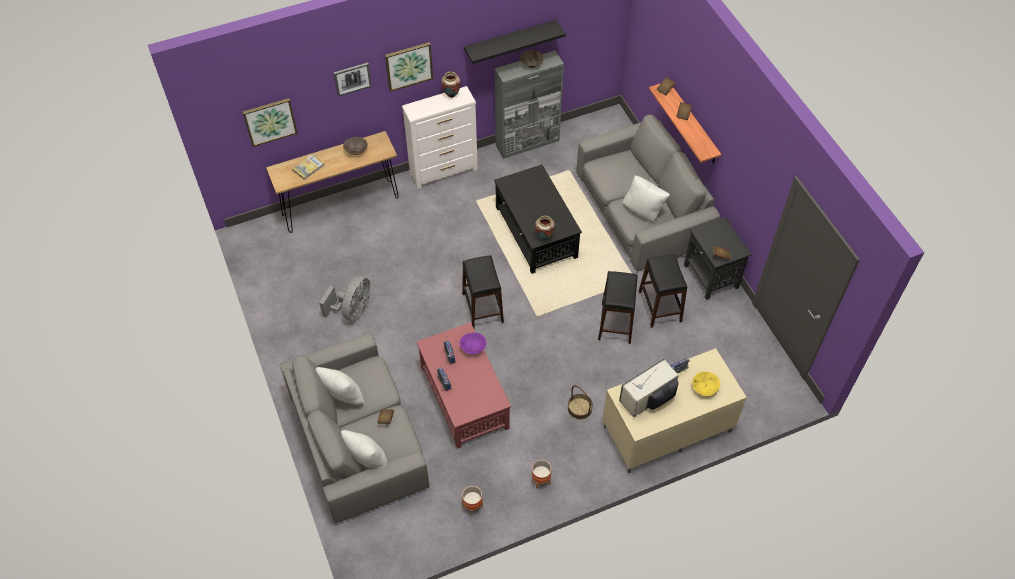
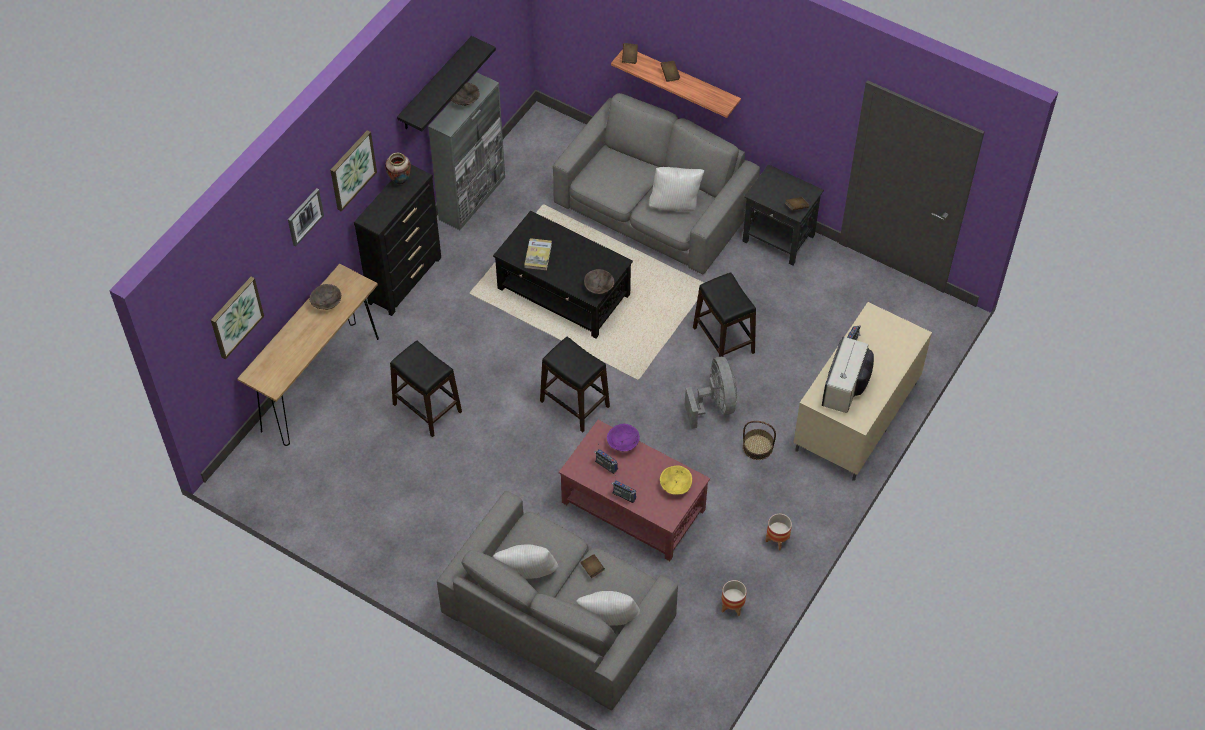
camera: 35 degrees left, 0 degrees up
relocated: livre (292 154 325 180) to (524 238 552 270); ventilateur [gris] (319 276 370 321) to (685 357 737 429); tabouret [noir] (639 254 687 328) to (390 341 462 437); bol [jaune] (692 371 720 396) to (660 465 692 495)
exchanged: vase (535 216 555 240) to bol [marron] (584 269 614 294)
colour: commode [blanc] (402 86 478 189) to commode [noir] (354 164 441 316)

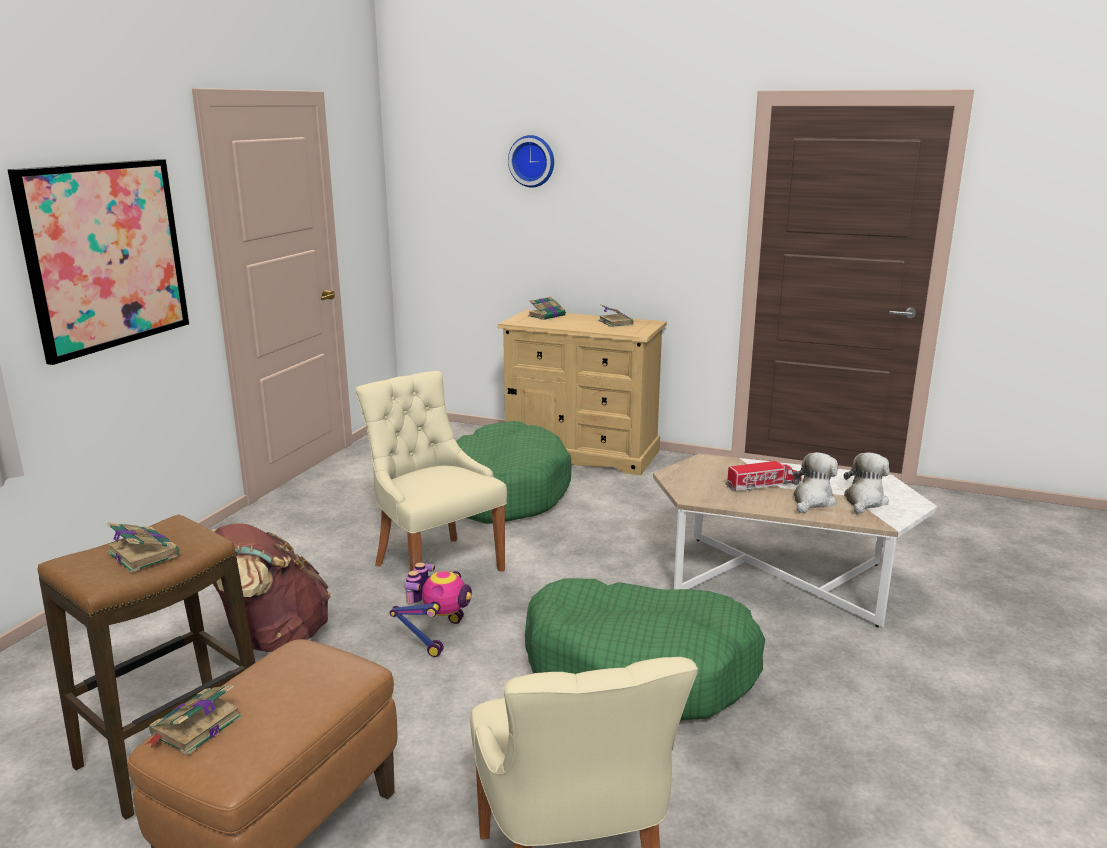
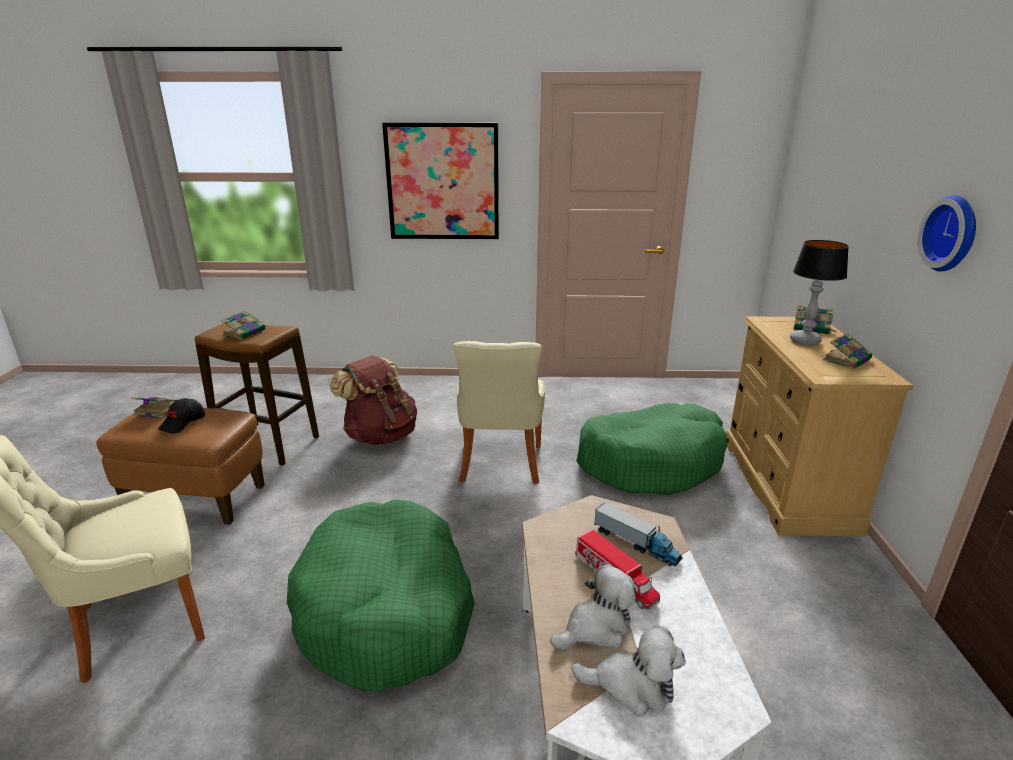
camera: 70 degrees right, 5 degrees up
missing: robot jouet (390 562 472 657)
appeared: casquette [noir] (158 398 205 433); camion jouet (594 502 683 566); lampe de table (790 240 849 345)
relocated: horloge murale (508 135 554 187) to (918 195 976 272)
spun: chaise [beige] (355 371 507 572) = (453 341 545 484) 150 degrees clockwise; peluche (793 452 838 513) = (550 564 636 650) 45 degrees counterclockwise

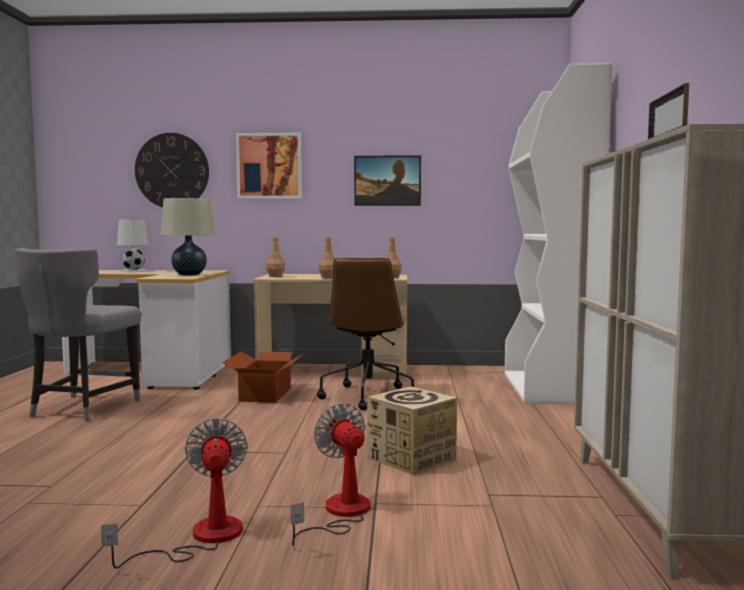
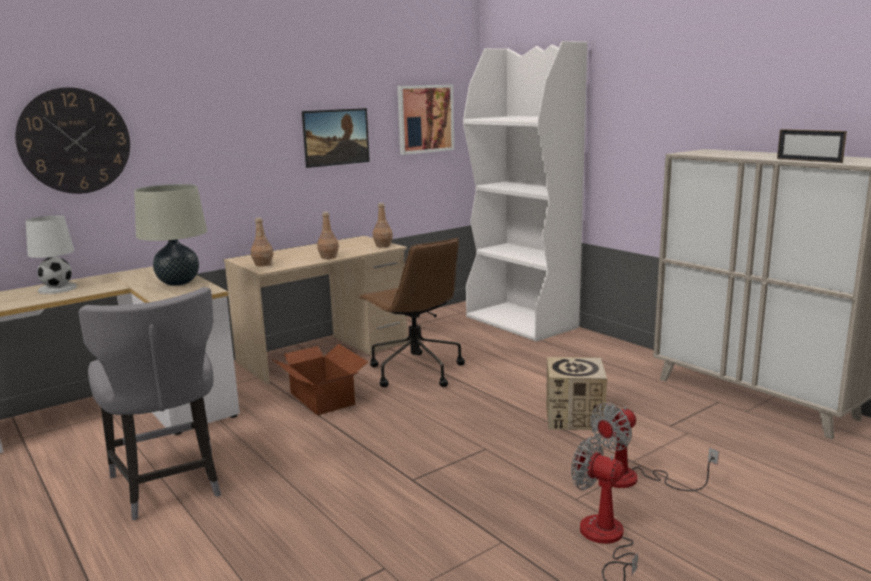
camera: 40 degrees left, 10 degrees up
relocated: tableau (236 133 302 199) to (397 84 454 155)
spun: ventilateur (291 403 371 546) = (590 403 719 491) 60 degrees counterclockwise

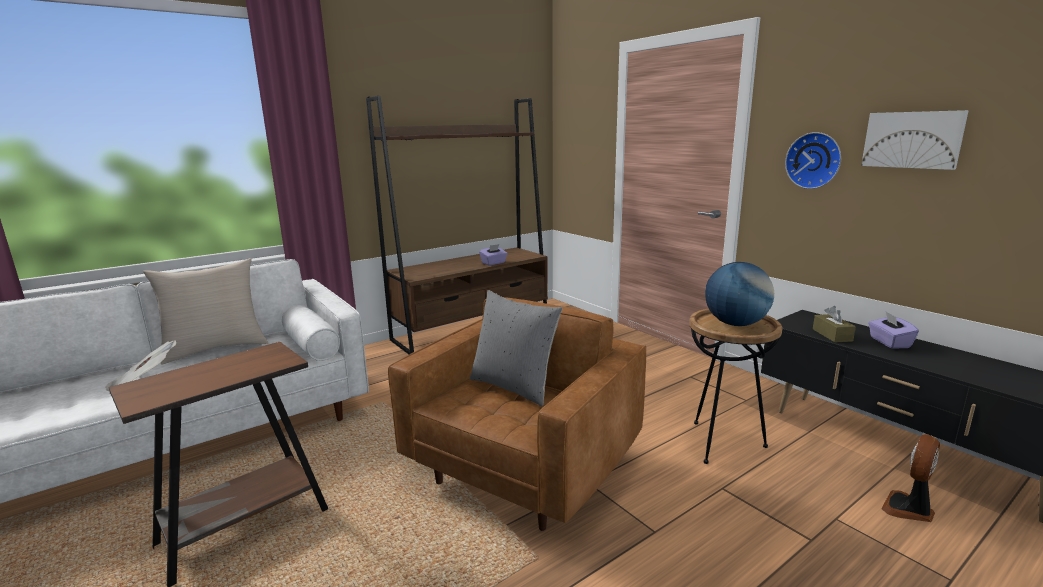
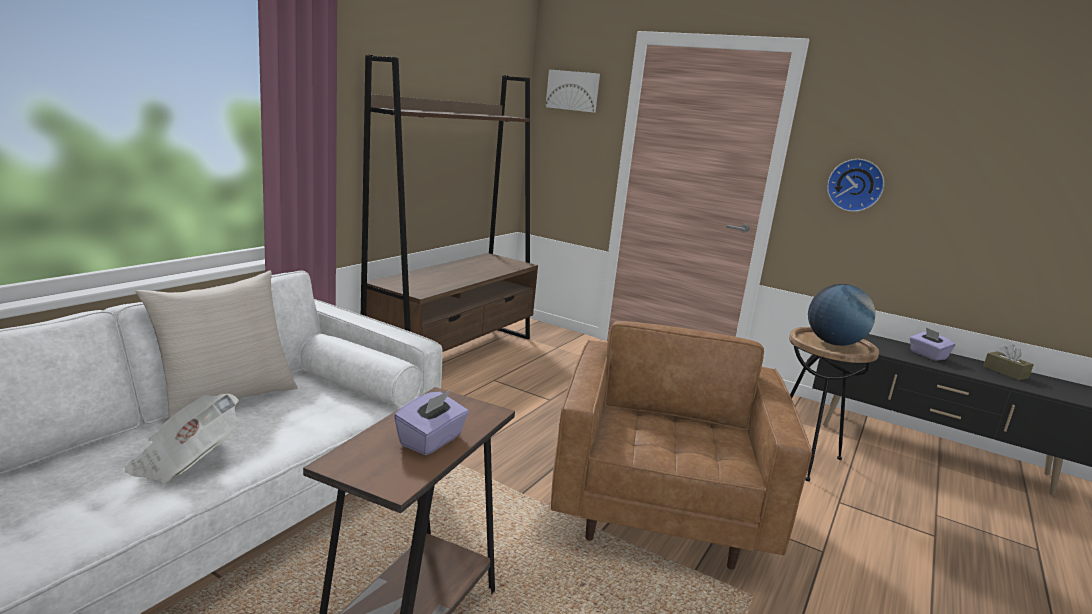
camera: 25 degrees left, 0 degrees up
missing: coussin [gris] (470 290 563 406); ventilateur (881 434 940 522)
relocated: boîte à mouchoirs [violet] (479 244 507 265) to (394 390 469 455); boîte à mouchoirs [marron] (813 306 856 342) to (983 344 1034 380); tableau (861 110 969 170) to (545 70 600 113)

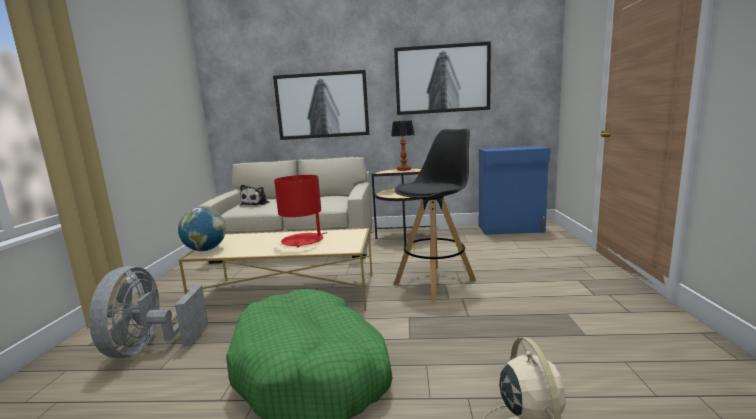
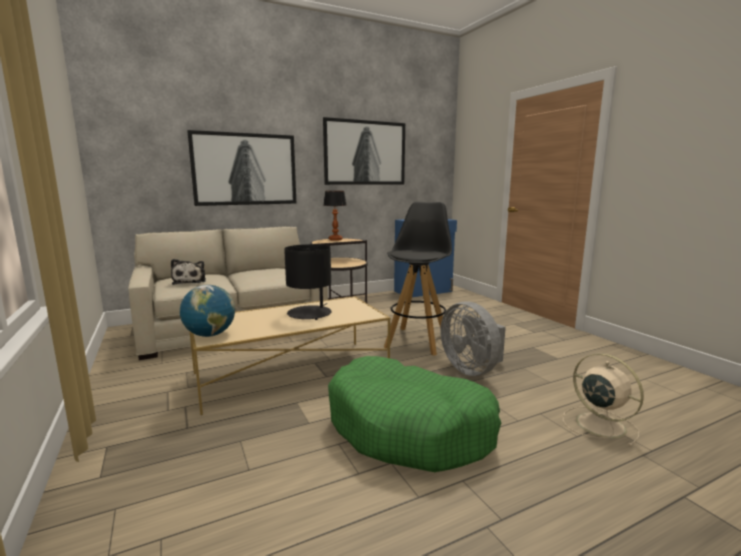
camera: 30 degrees left, 0 degrees up
relocated: ventilateur [gris] (89 266 209 358) to (440 302 506 376)
colour: lampe de table [rouge] (274 175 328 247) to lampe de table [noir] (284 244 332 320)

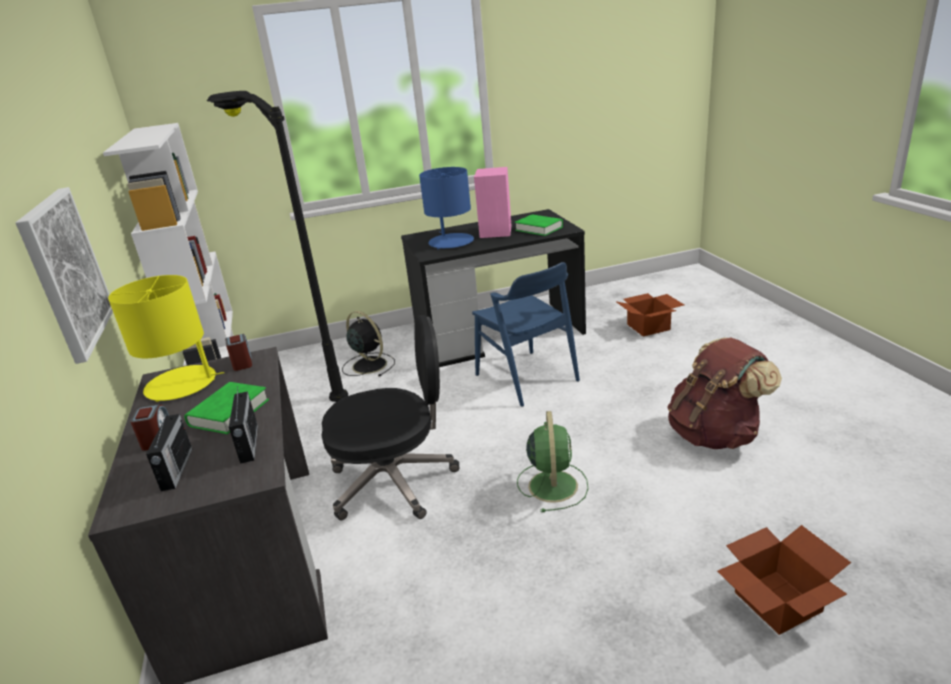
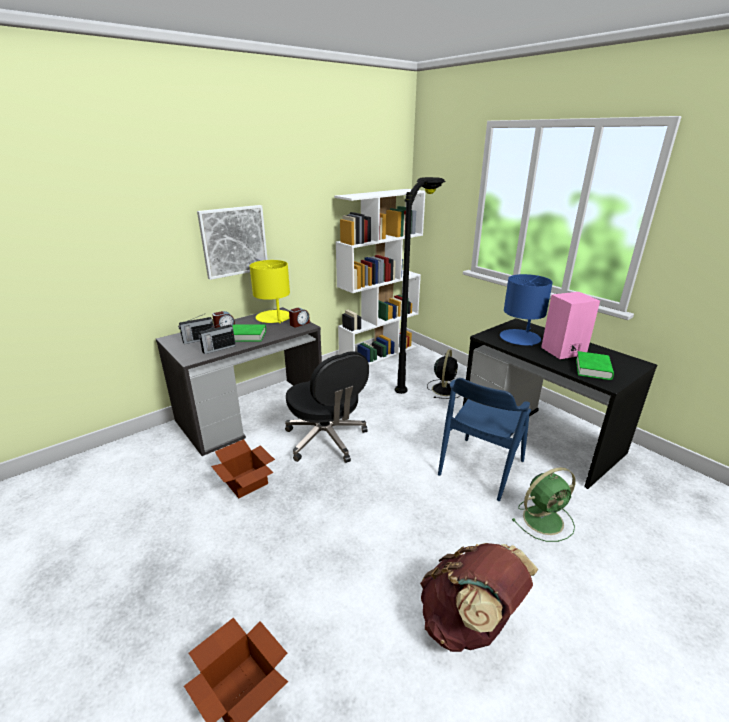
camera: 65 degrees right, 0 degrees up
relocated: ventilateur [vert] (517 411 588 512) to (512 467 576 542); carton (615 293 684 337) to (211 439 275 498)

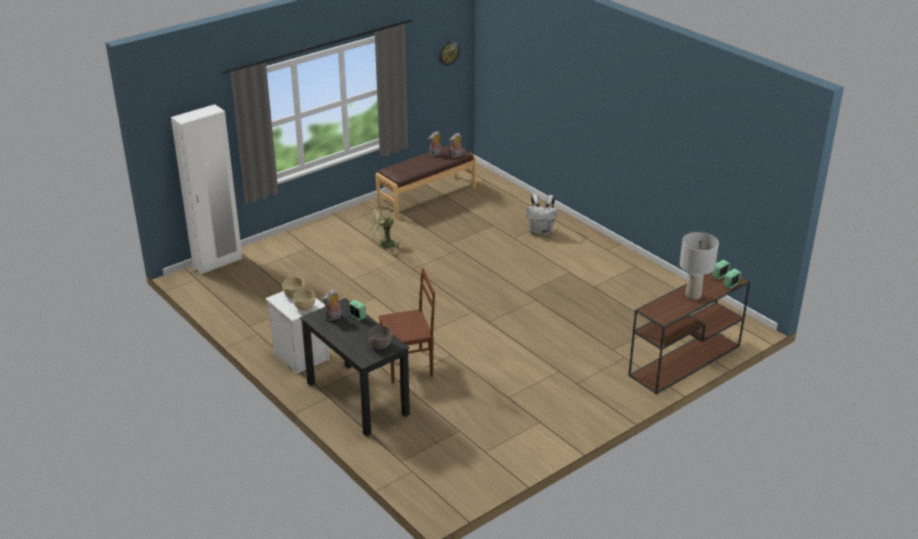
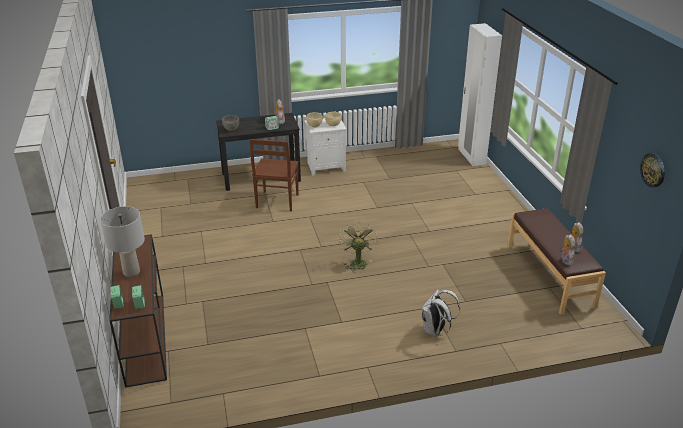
camera: 115 degrees right, 0 degrees up
relocated: ventilateur [vert] (370 205 402 251) to (339 222 378 273)

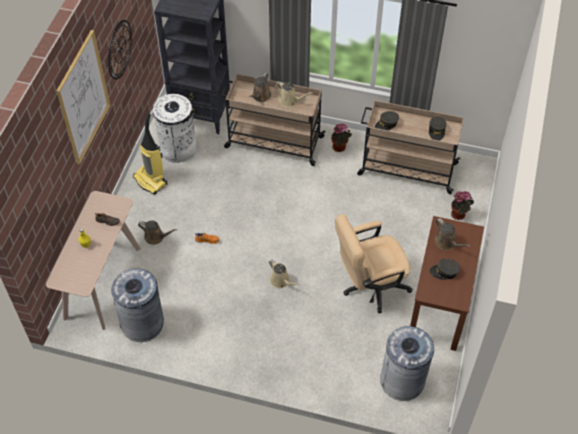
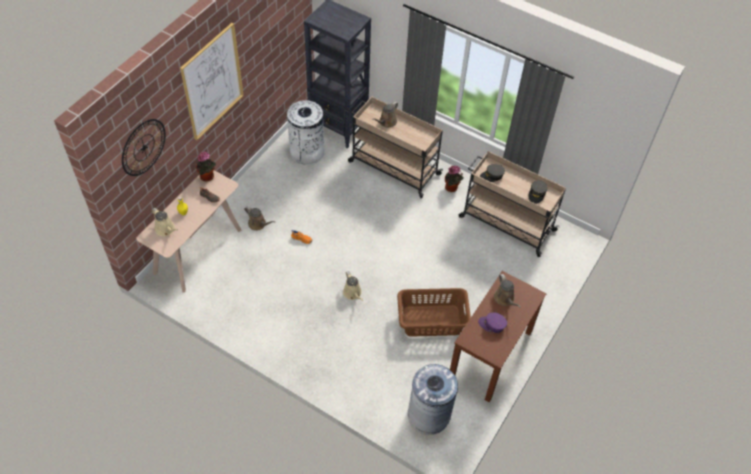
camera: 15 degrees right, 0 degrees up
missing: poubelle [gris] (111 268 164 342); aspirateur (133 113 167 195)
relocated: horloge murale (108 20 132 80) to (122 119 166 176); arrosoir [beige] (275 81 312 107) to (152 208 178 236); plante en pot (451 191 474 220) to (196 151 216 182)
exchanged: chaise de bureau [beige] (335 214 413 313) to panier à linge [marron] (397 288 471 337)
colour: casquette [gris] (429 259 460 280) to casquette [violet] (478 312 507 333)

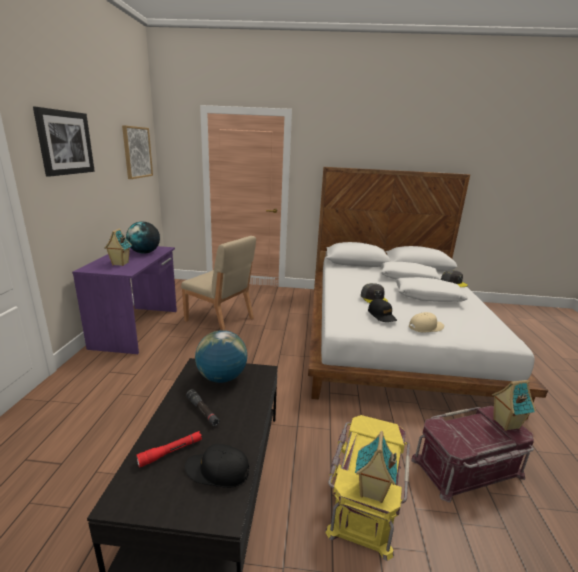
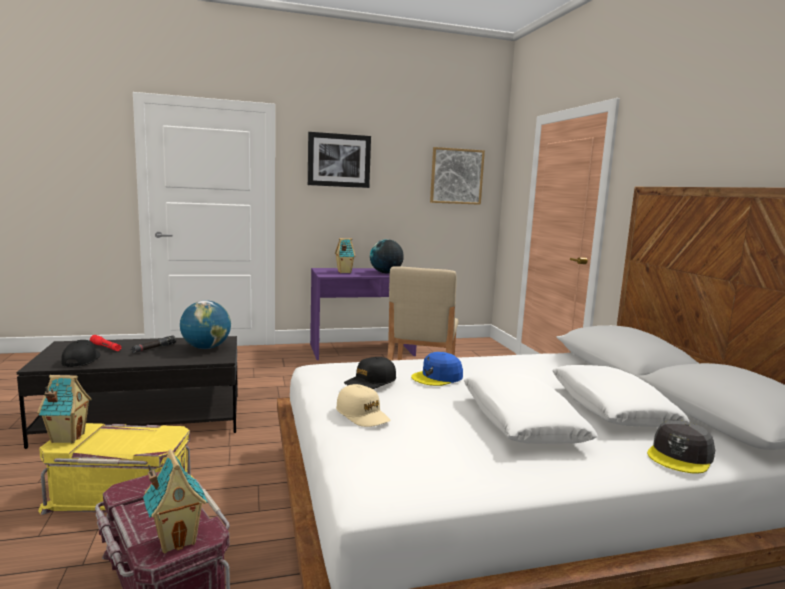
camera: 70 degrees right, 10 degrees down
colour: casquette [gris] (361 283 388 303) to casquette [bleu] (411 352 463 386)

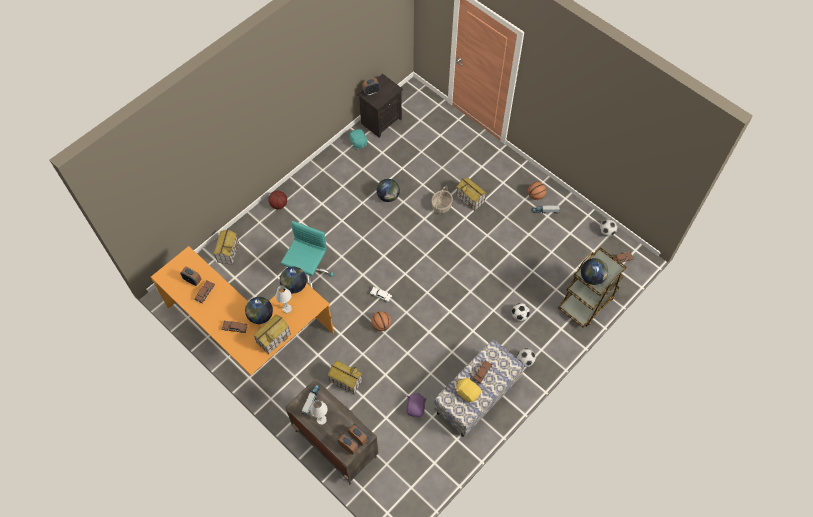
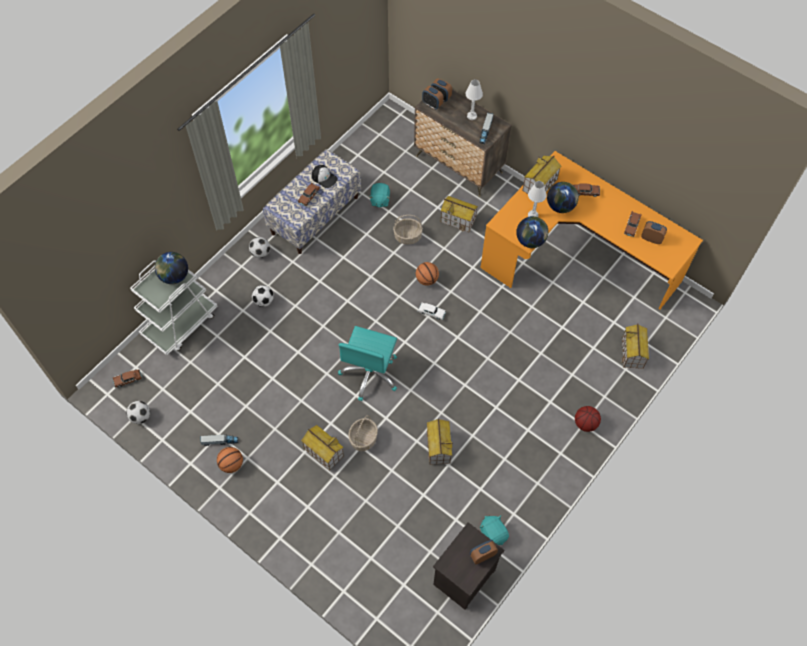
camera: 175 degrees right, 0 degrees up
appeared: panier (393 215 423 245)
relocated: chaise de bureau [turquoise] (281 221 333 288) to (338 326 397 401)
exchanged: globe (377 179 400 202) to maison miniature (427 418 453 465); peluche [jaune] (456 377 481 403) to casquette (312 165 338 188)
colour: peluche [violet] (406 393 427 418) to peluche [turquoise] (369 183 390 208); chariot [marron] (558 247 626 328) to chariot [blanc] (130 261 218 355)

